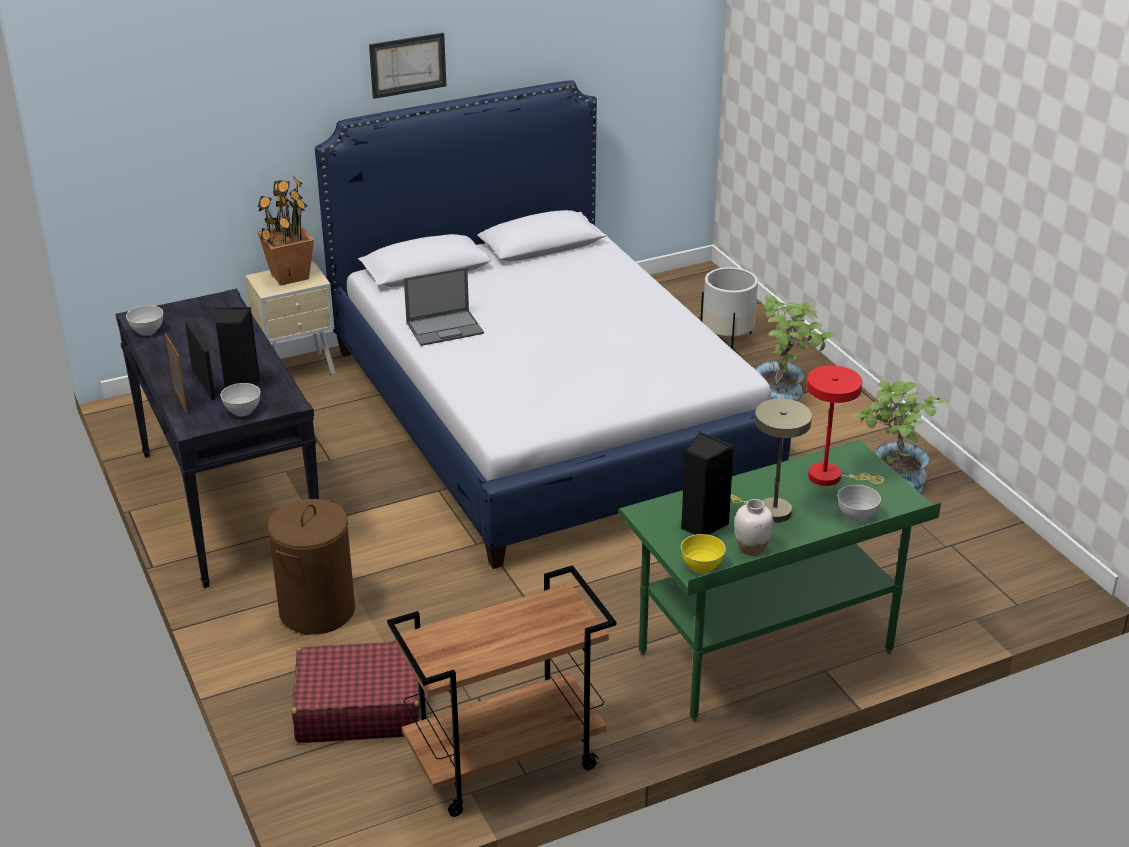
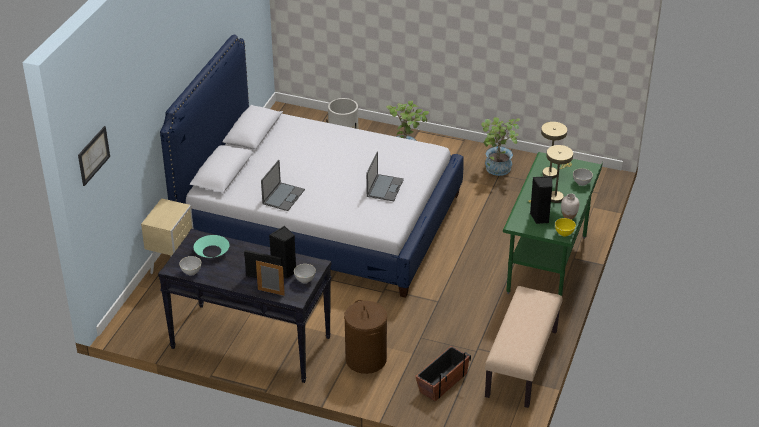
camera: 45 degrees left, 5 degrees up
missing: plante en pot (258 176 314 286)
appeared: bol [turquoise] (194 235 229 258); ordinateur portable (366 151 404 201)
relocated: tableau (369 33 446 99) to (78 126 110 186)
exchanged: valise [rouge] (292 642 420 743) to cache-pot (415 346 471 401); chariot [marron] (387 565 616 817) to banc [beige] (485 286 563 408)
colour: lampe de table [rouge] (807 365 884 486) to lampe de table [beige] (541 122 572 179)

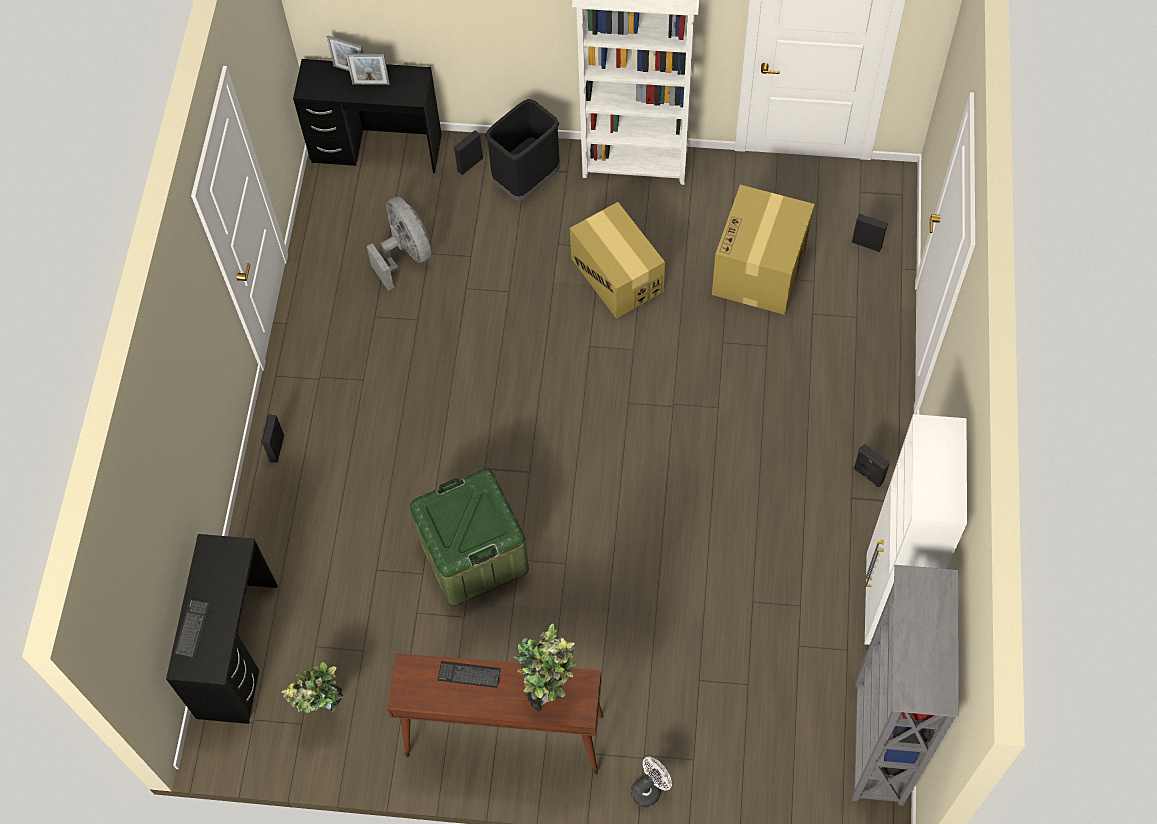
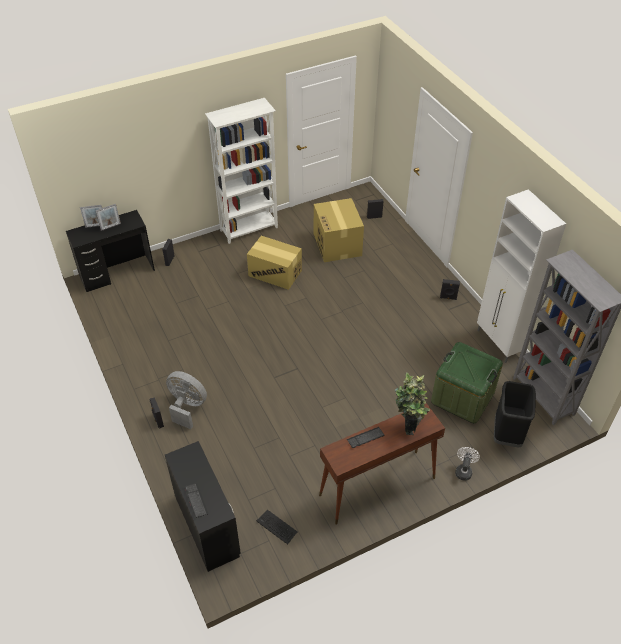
camera: 35 degrees left, 15 degrees down
relocated: ventilateur [gris] (367 197 431 291) to (166 371 207 429); boîte de rangement [vert] (410 469 529 606) to (431 342 503 423); poubelle [noir] (485 99 560 201) to (494 381 536 447)
exchanged: plante en pot (281 662 343 713) to clavier (256 510 297 544)

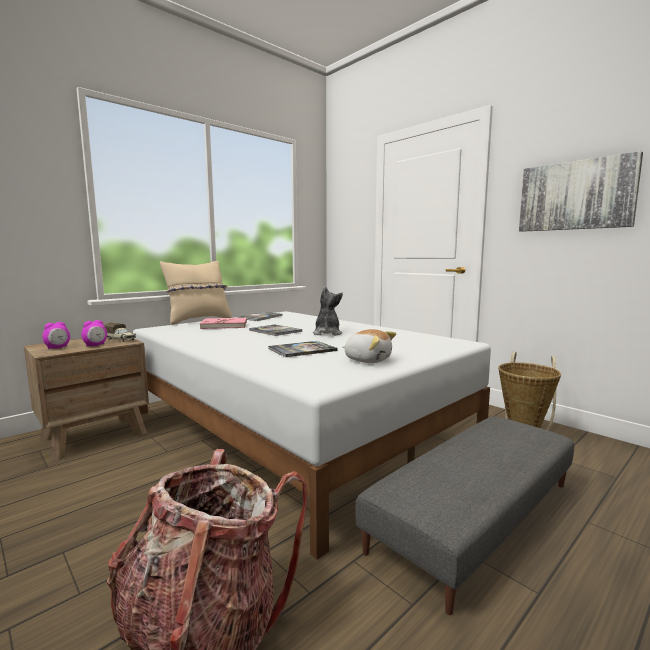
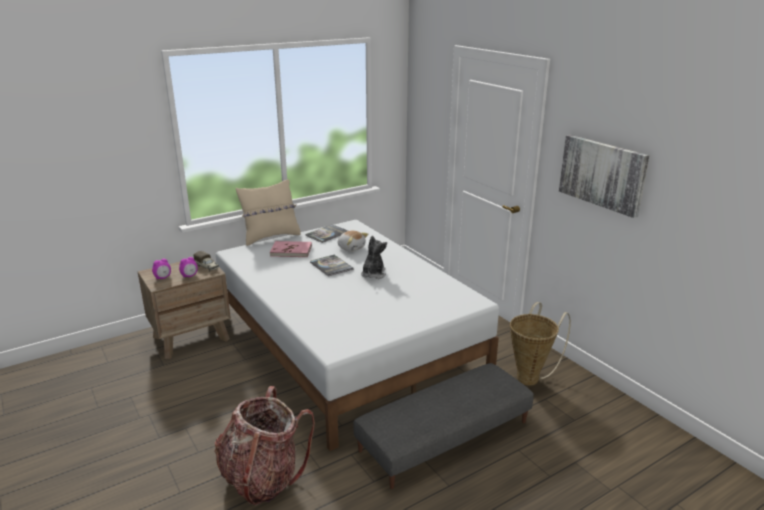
camera: 10 degrees right, 15 degrees up
missing: livre (268 341 338 357)
relocated: peluche (343 329 396 363) to (338 231 368 252)

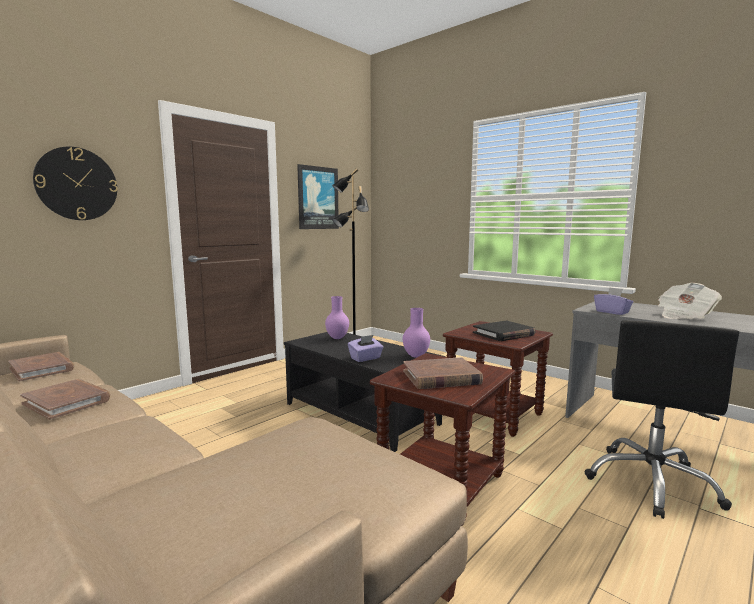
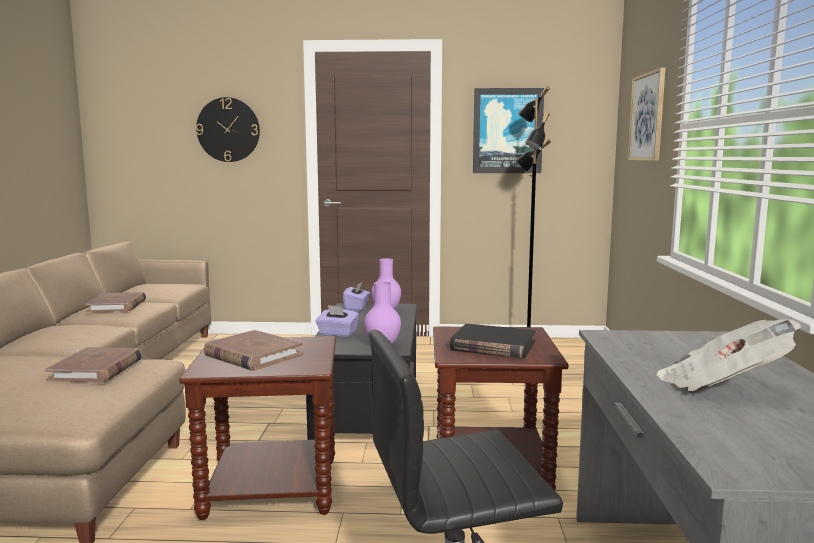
camera: 50 degrees right, 0 degrees up
appeared: tableau (628 67 666 161)
relocated: livre [marron] (8 352 74 382) to (45 347 142 383); boîte à mouchoirs [violet] (594 287 633 315) to (343 282 370 311)

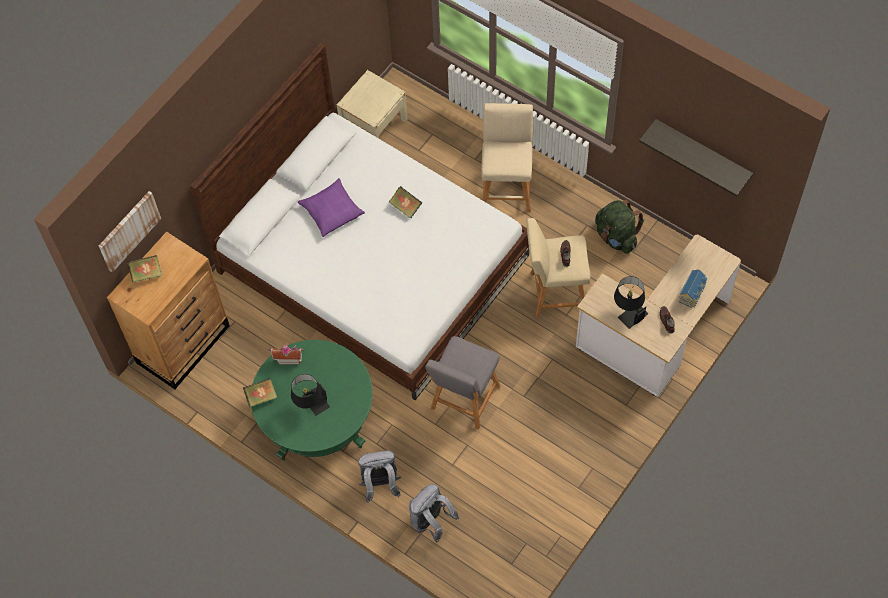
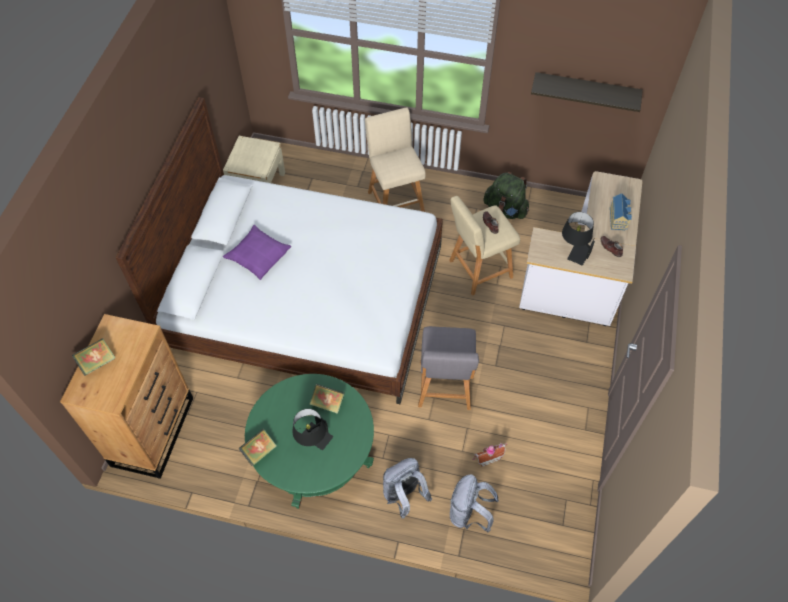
camera: 25 degrees left, 5 degrees down
missing: tableau (99 191 161 273)
relocated: maison miniature (269 345 304 364) to (472 443 507 467); livre (389 186 422 218) to (309 384 345 414)

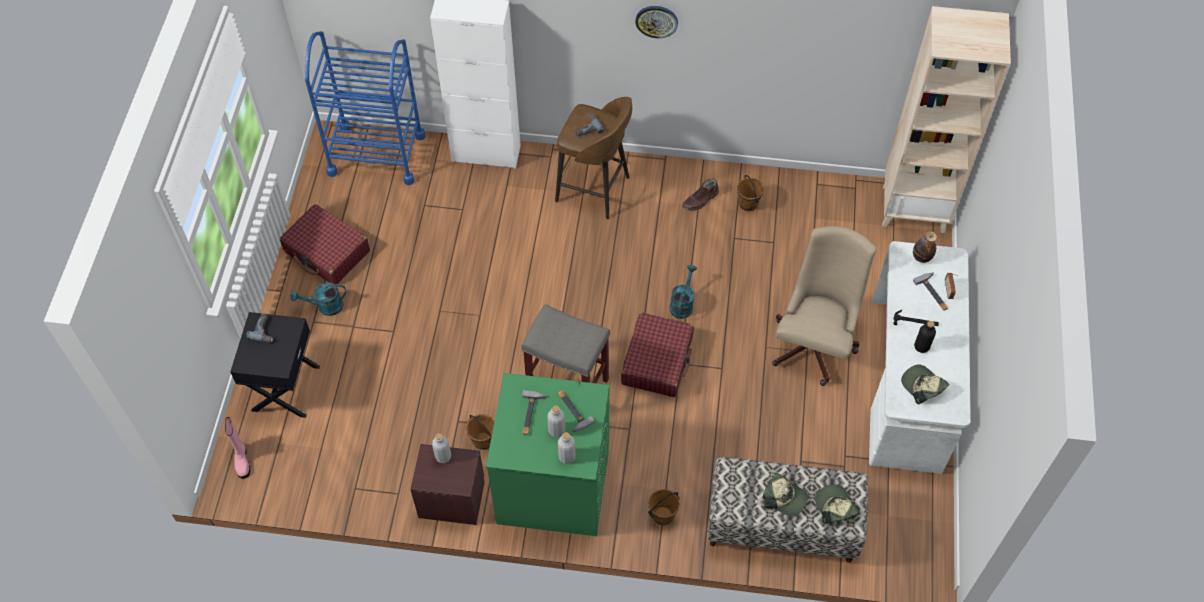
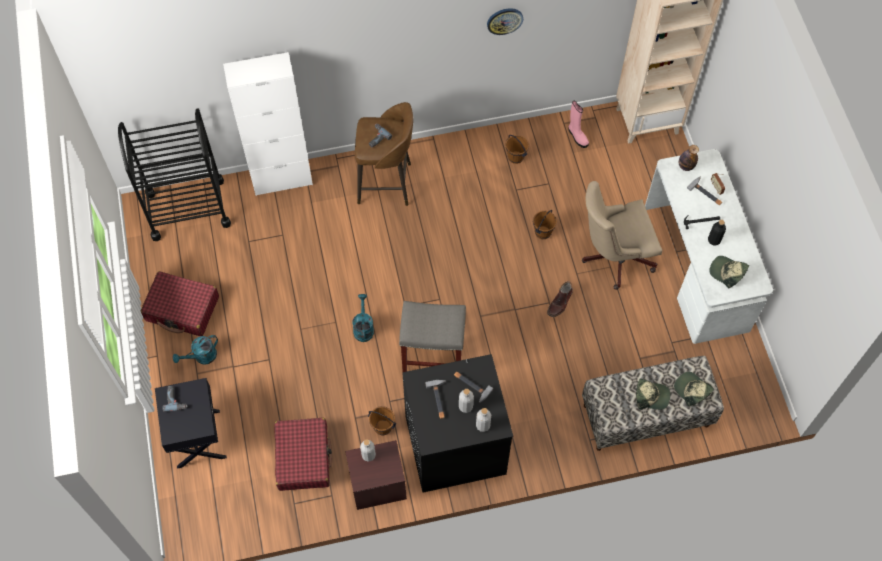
camera: 20 degrees left, 5 degrees up
relocated: botte [rose] (225 417 250 479) to (568 101 589 148); valise [rouge] (621 312 694 397) to (274 418 332 491); horloge murale (635 6 678 38) to (487 8 523 35); seau [marron] (648 489 680 525) to (533 210 557 239); arrosoir [turquoise] (670 265 697 319) to (353 294 374 342); botte [marron] (682 179 719 210) to (547 281 573 317)
colour: chariot [bleu] (305 31 425 185) to chariot [noir] (118 108 231 241); lave-linge [vert] (486 373 610 536) to lave-linge [noir] (402 354 513 493)
spun: chaise de bureau [beige] (772 226 876 386) = (582 181 662 290) 105 degrees counterclockwise

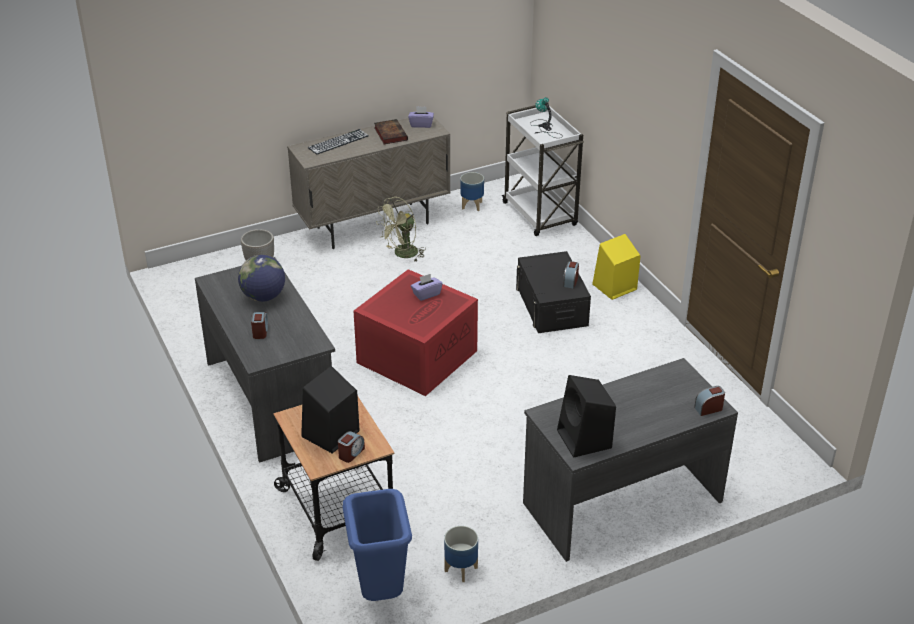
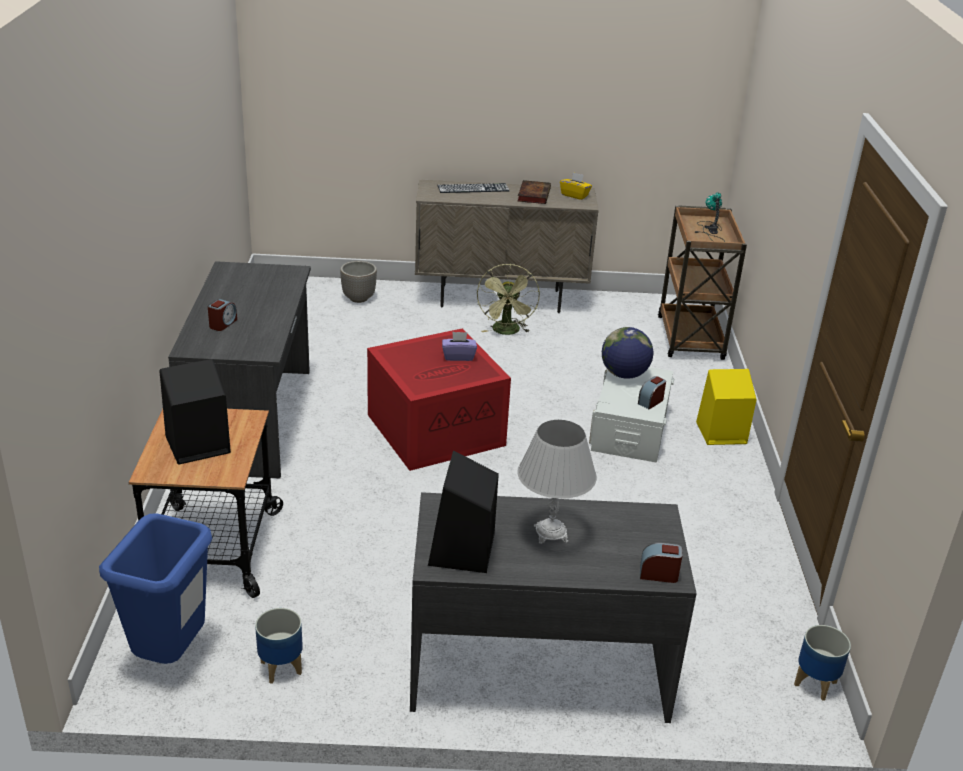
camera: 25 degrees right, 5 degrees down
missing: réveil (338 431 365 463)
appeared: lampe de table [blanc] (517 420 597 544)
relocated: globe (238 255 285 302) to (602 327 653 379); cache-pot (460 172 484 211) to (794 625 851 701)
colour: boîte à mouchoirs [violet] (408 106 434 128) to boîte à mouchoirs [jaune] (560 172 592 200); chariot [blanc] (502 104 584 236) to chariot [marron] (658 205 747 360); boîte de rangement [noir] (516 251 591 333) to boîte de rangement [blanc] (589 367 674 463)
spun: ventilateur [vert] (376 197 426 262) = (477 264 540 335) 75 degrees counterclockwise

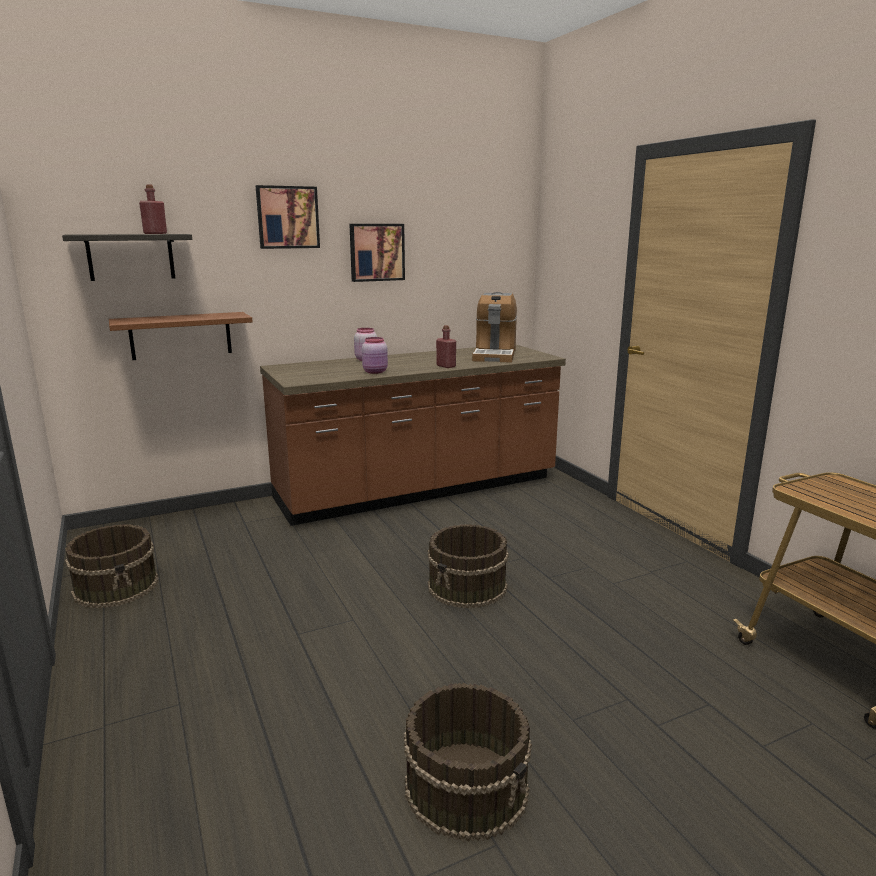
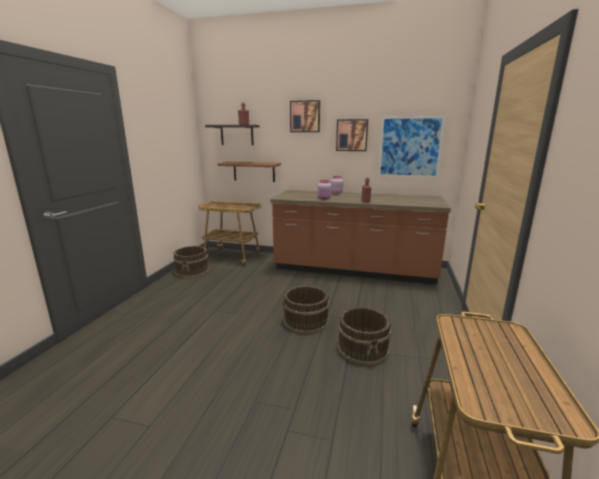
camera: 40 degrees right, 0 degrees up
missing: machine à café (472 292 517 363)
appeared: chariot (199 201 262 266); tableau (378 116 446 178)
relocated: seau [marron] (404 683 532 842) to (337 307 391 365)

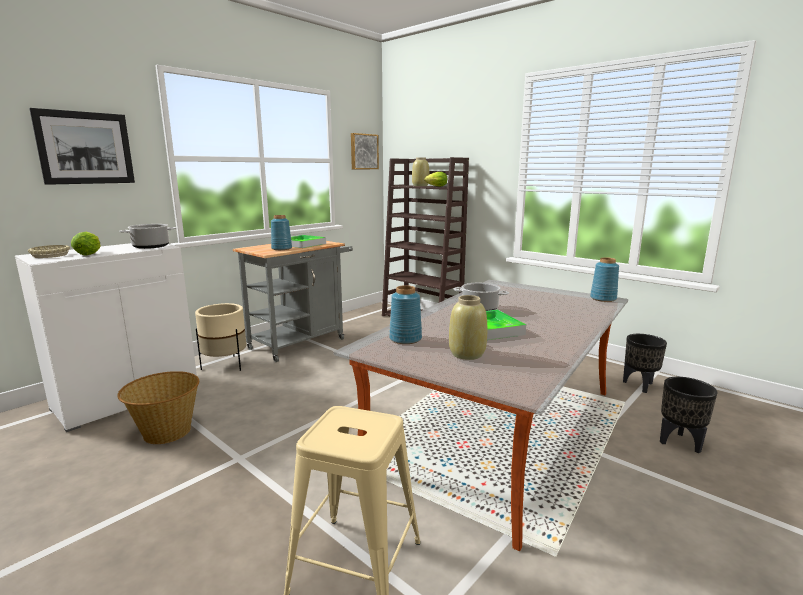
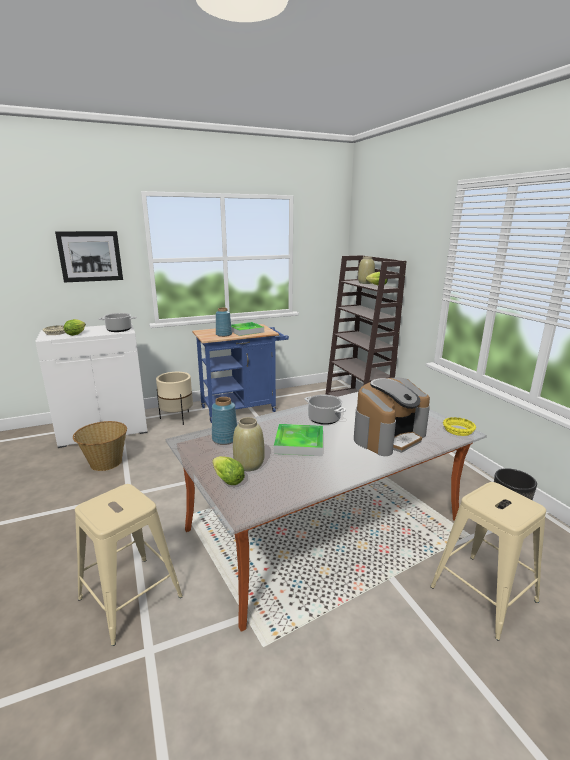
camera: 25 degrees right, 5 degrees up
missing: tableau (351 133 379 169)
appeared: laitue (212 456 245 485); machine à café (354 378 430 456)
exchanged: vase [bleu] (590 257 619 302) to bol [jaune] (443 417 476 436); cache-pot [noir] (660 377 717 453) to tabouret [beige] (430 482 546 640)
colour: chariot [gris] (233 241 353 362) to chariot [bleu] (192 324 289 423)

